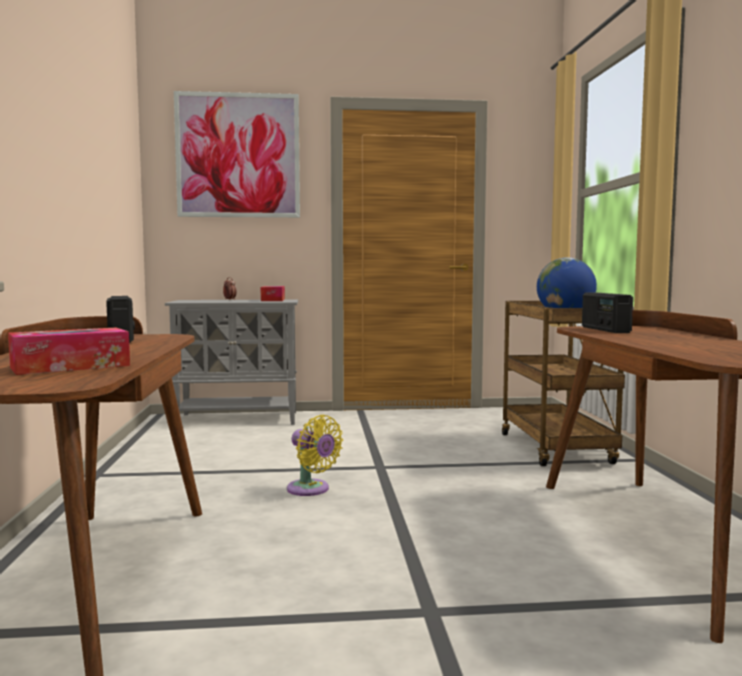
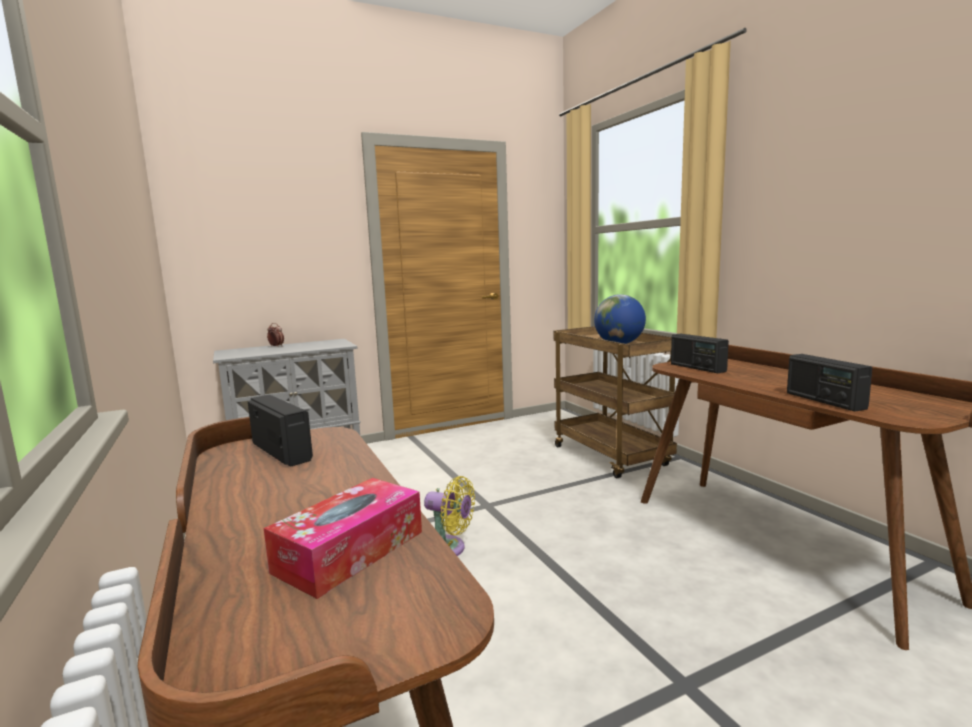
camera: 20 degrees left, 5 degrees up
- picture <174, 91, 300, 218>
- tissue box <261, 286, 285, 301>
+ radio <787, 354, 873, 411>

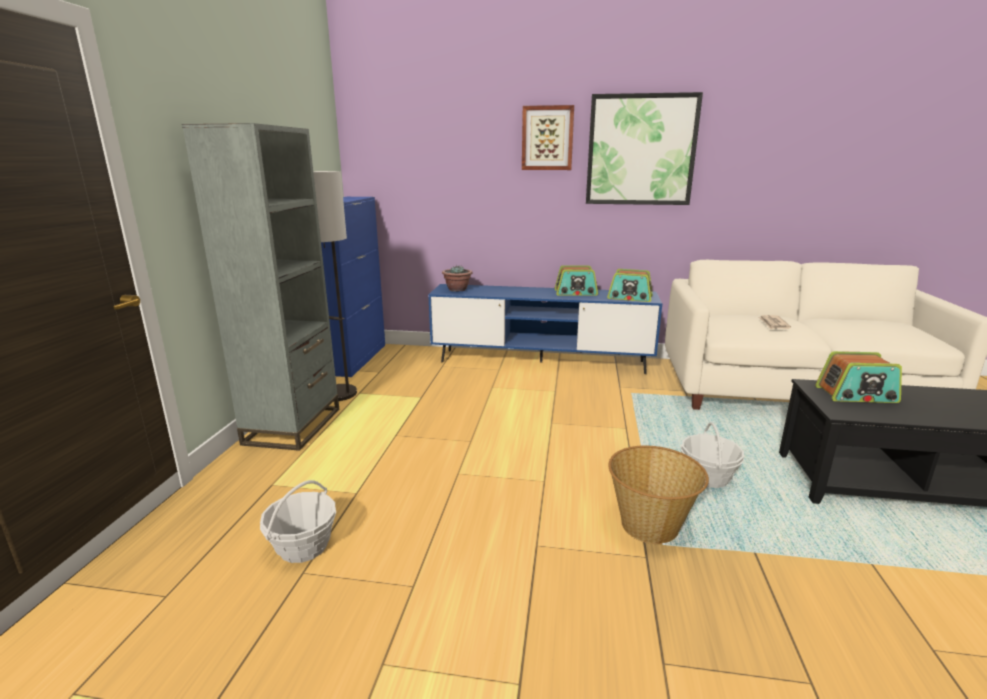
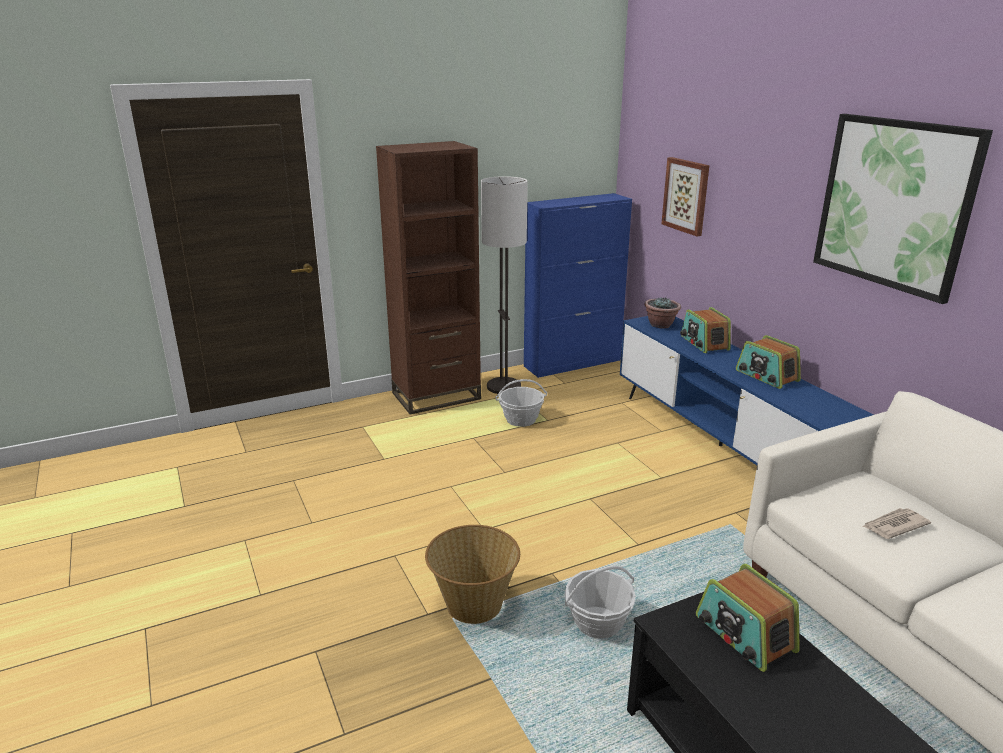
camera: 55 degrees right, 5 degrees up
~ basket <260, 480, 336, 563> to <495, 379, 547, 427>
~ picture <522, 105, 574, 170> to <661, 157, 709, 236>
~ radio <607, 269, 653, 302> to <680, 307, 731, 353>
~ grey bookcase <182, 123, 339, 451> to brown bookcase <376, 141, 481, 414>

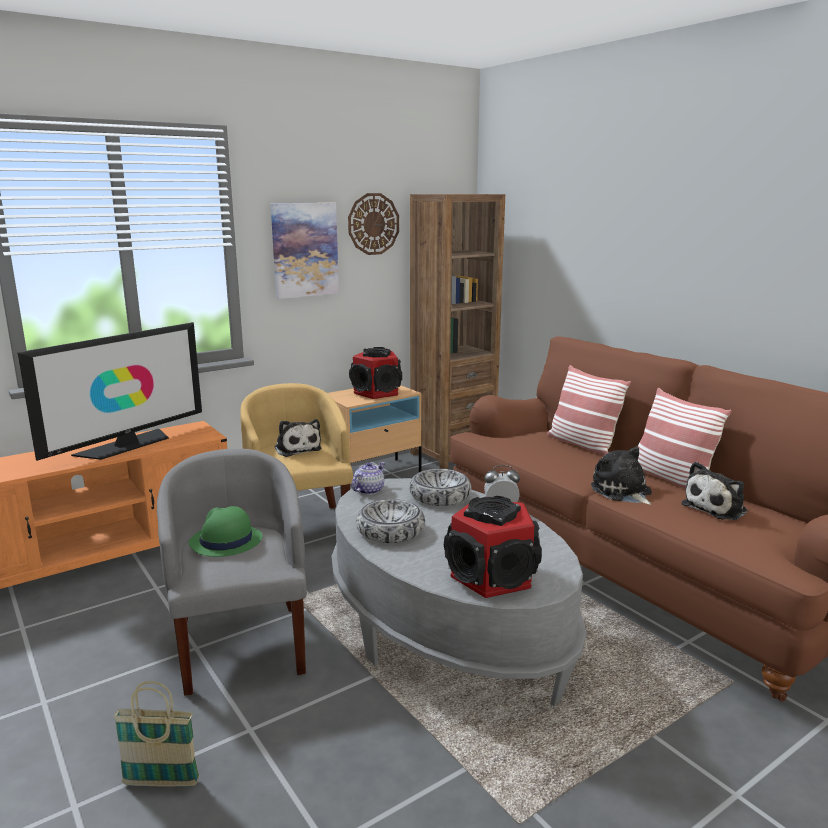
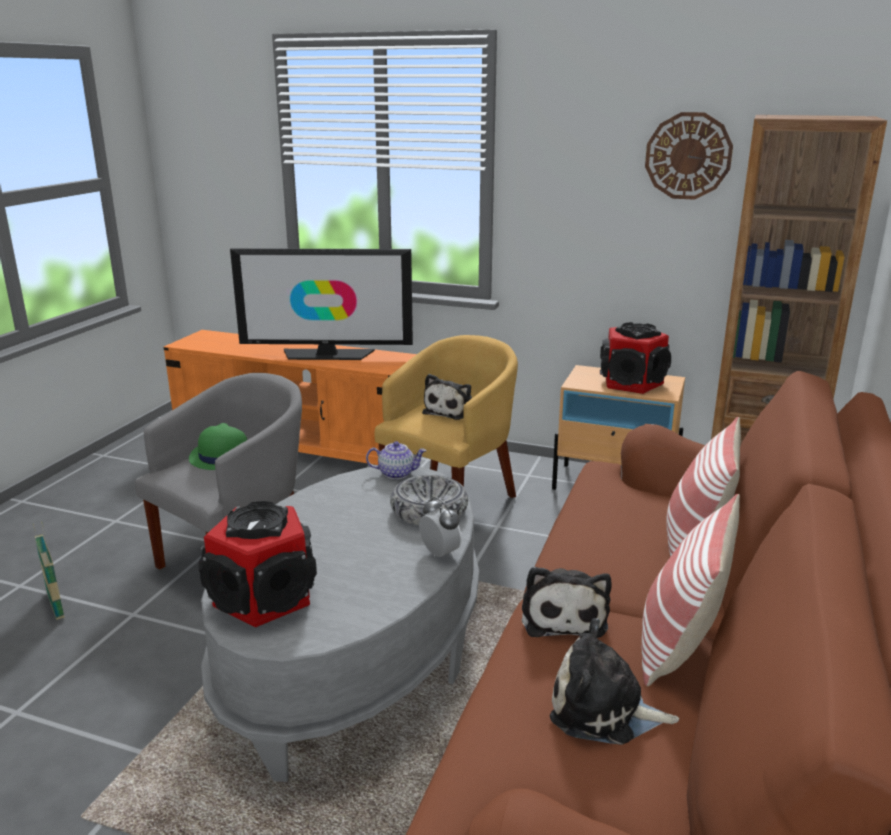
camera: 55 degrees right, 5 degrees up
- picture <271, 203, 339, 299>
- bowl <356, 499, 425, 543>
~ plush toy <591, 447, 652, 505> = <522, 566, 612, 638> 150 degrees clockwise

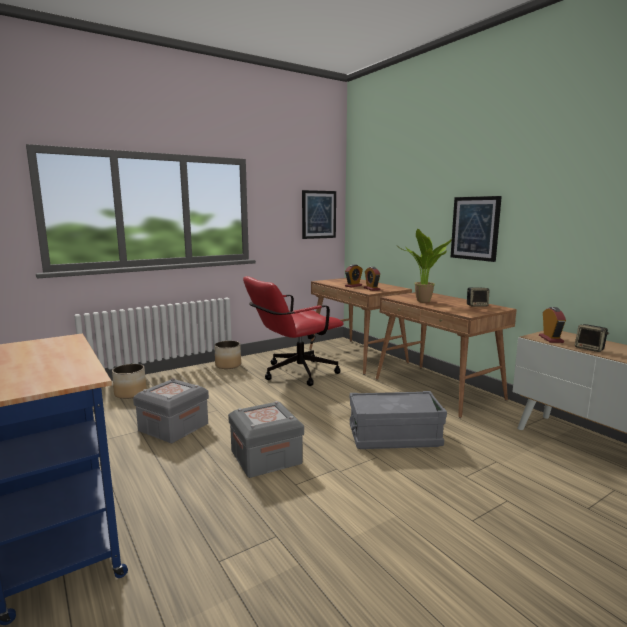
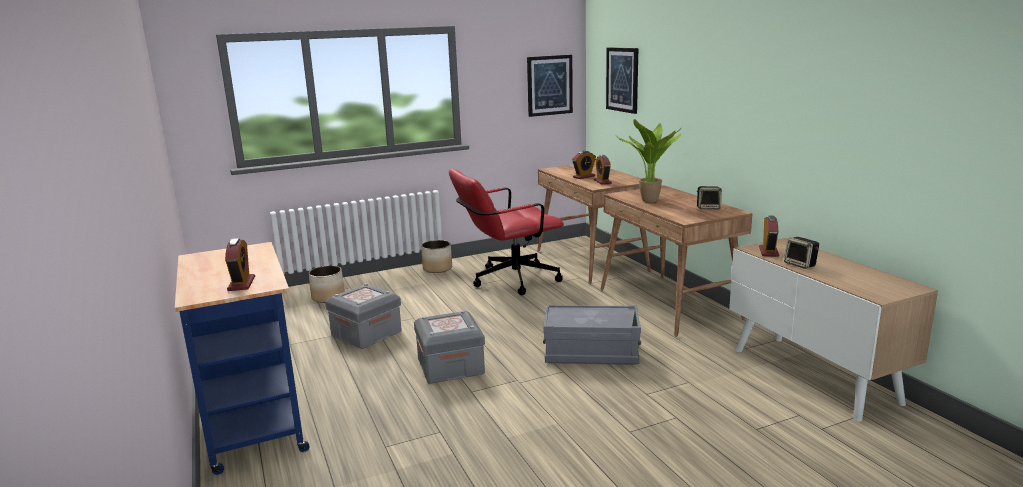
camera: 10 degrees right, 5 degrees up
+ alarm clock <225, 238, 255, 291>
~ picture <451, 196, 502, 262> to <606, 47, 638, 114>

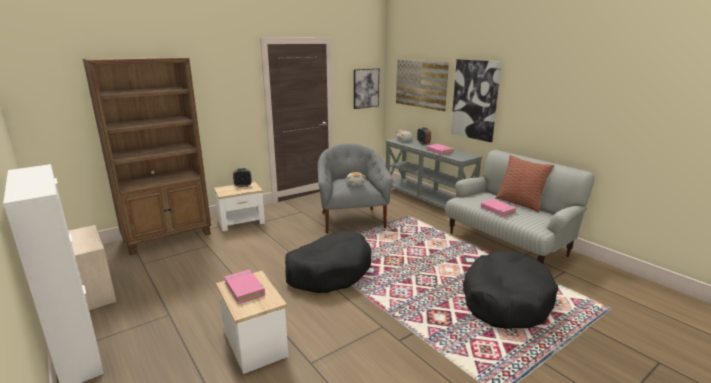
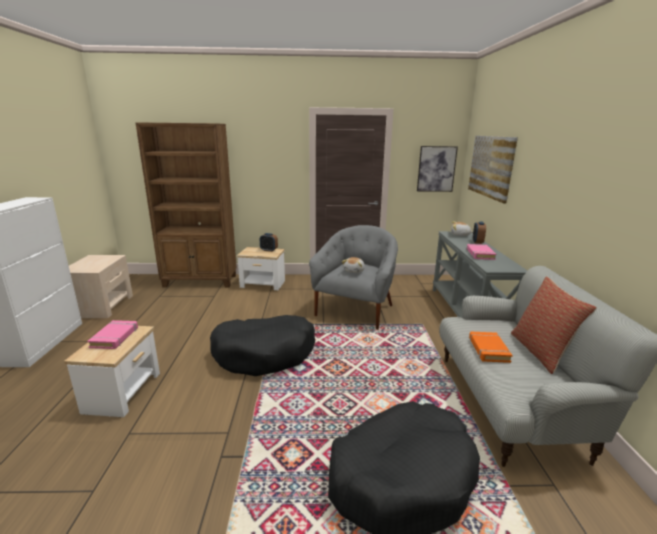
camera: 35 degrees right, 0 degrees up
- picture <451, 59, 502, 142>
~ pink book <481, 199, 517, 217> to orange book <469, 332, 513, 363>

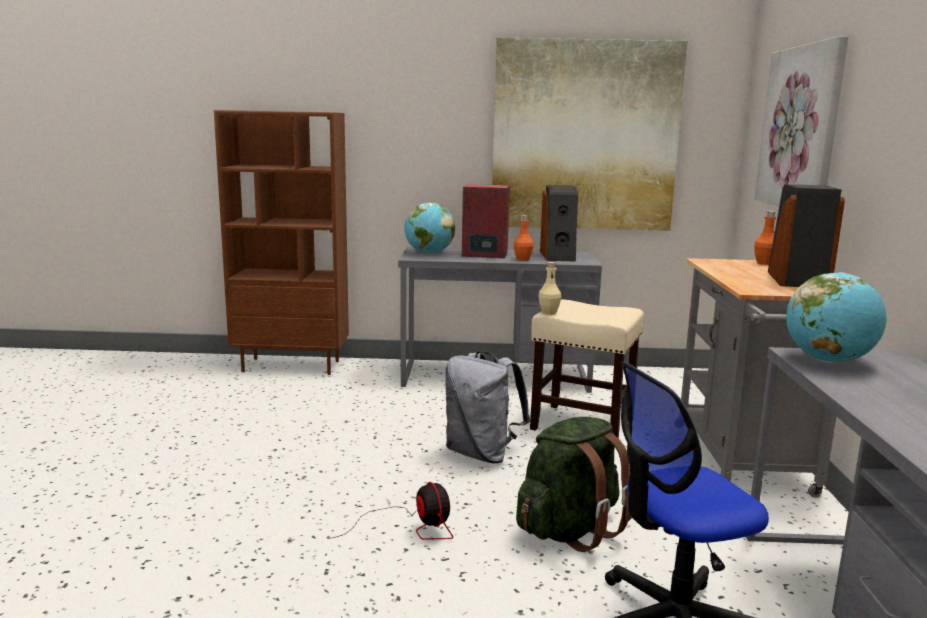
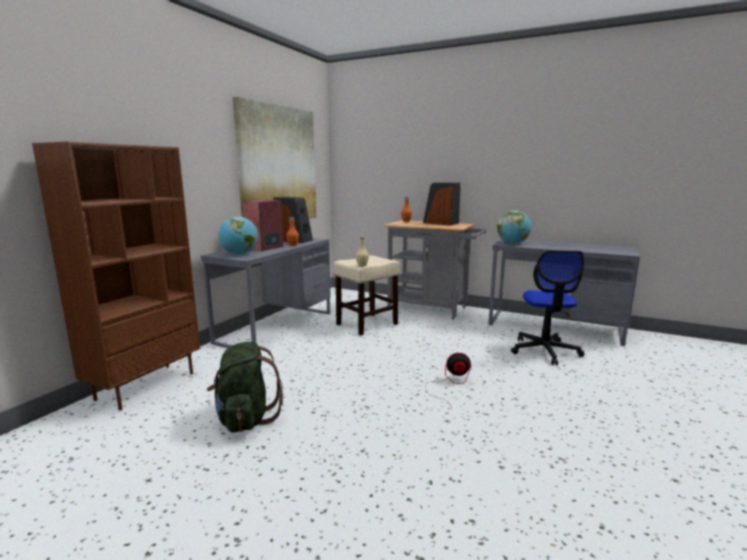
camera: 65 degrees left, 0 degrees up
- grey backpack <445, 351, 530, 464>
- picture <754, 36, 848, 206>
~ green backpack <516, 417, 632, 552> to <207, 342, 283, 433>

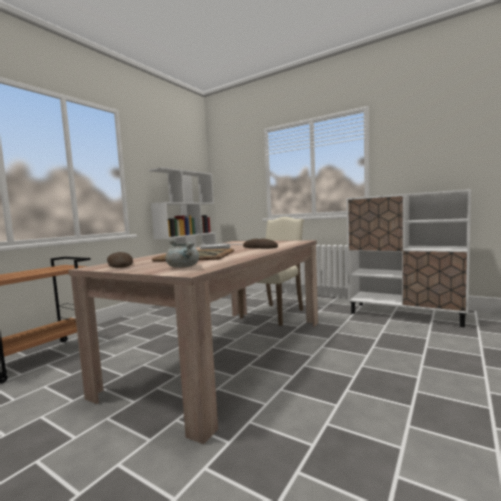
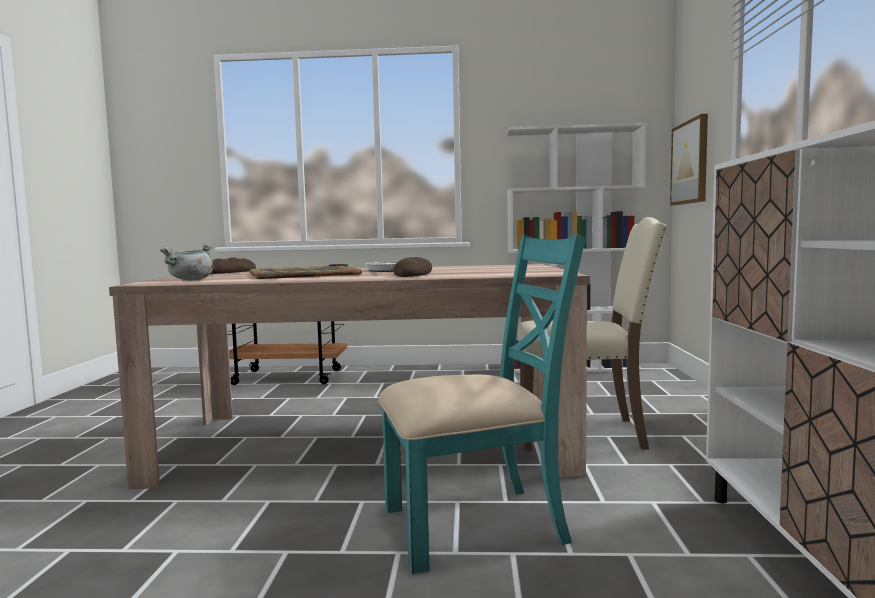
camera: 60 degrees right, 0 degrees up
+ turquoise chair <378, 235, 586, 574>
+ picture <670, 114, 708, 205>

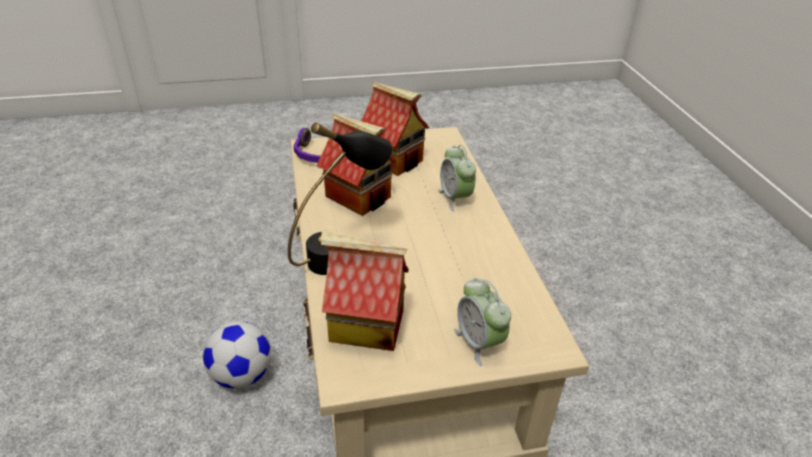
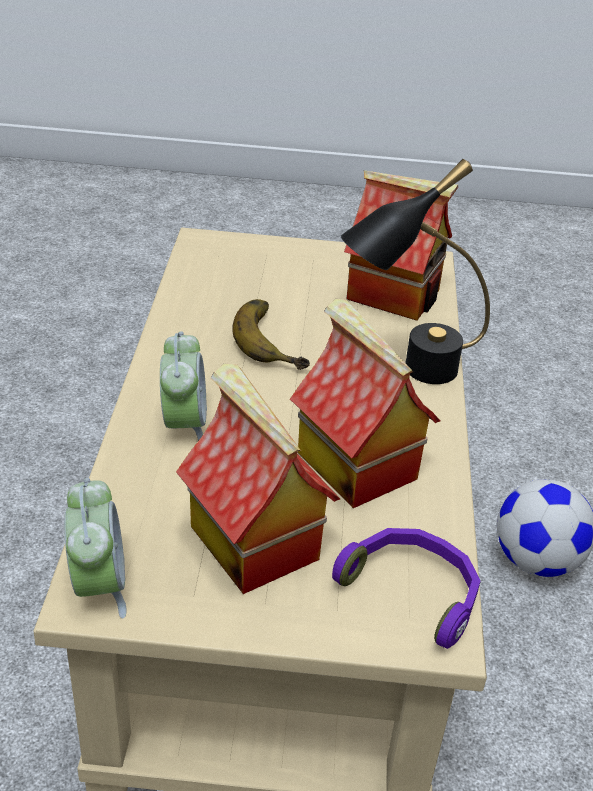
camera: 165 degrees left, 0 degrees up
+ banana <232, 299, 310, 370>
~ alarm clock <454, 278, 511, 366> to <64, 478, 126, 618>

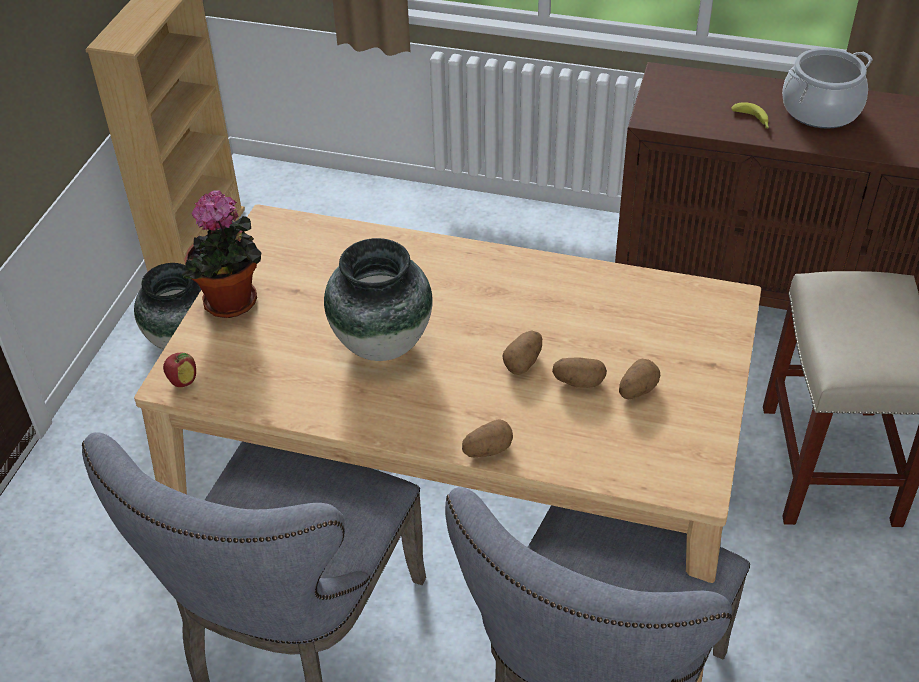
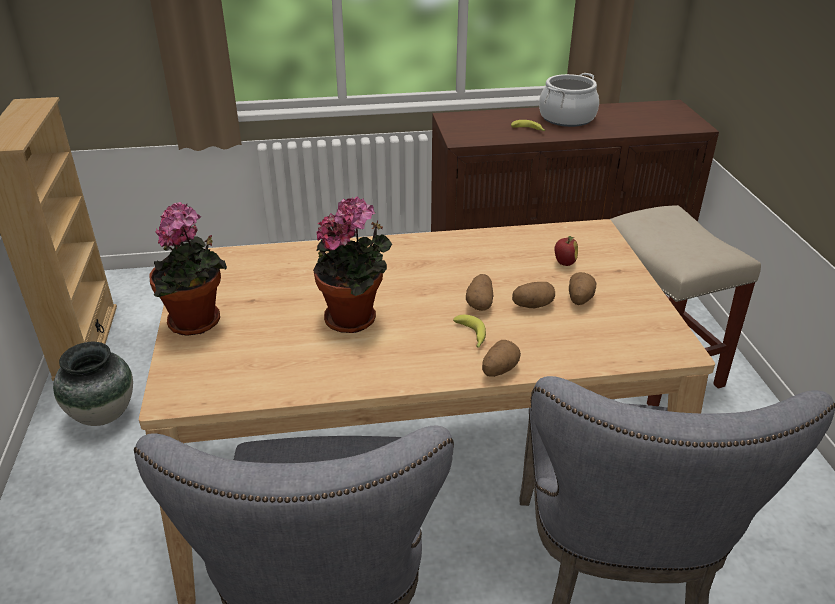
camera: 25 degrees left, 10 degrees down
+ banana <453, 315, 486, 348>
~ apple <163, 353, 196, 387> to <554, 236, 578, 266>
~ vase <324, 238, 433, 361> to potted plant <313, 196, 392, 333>

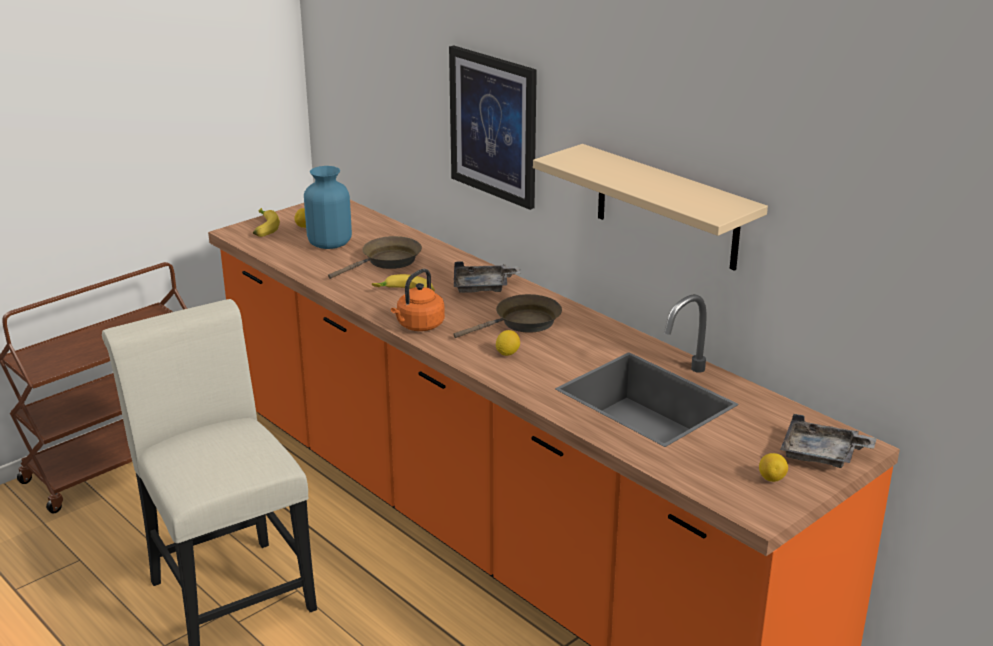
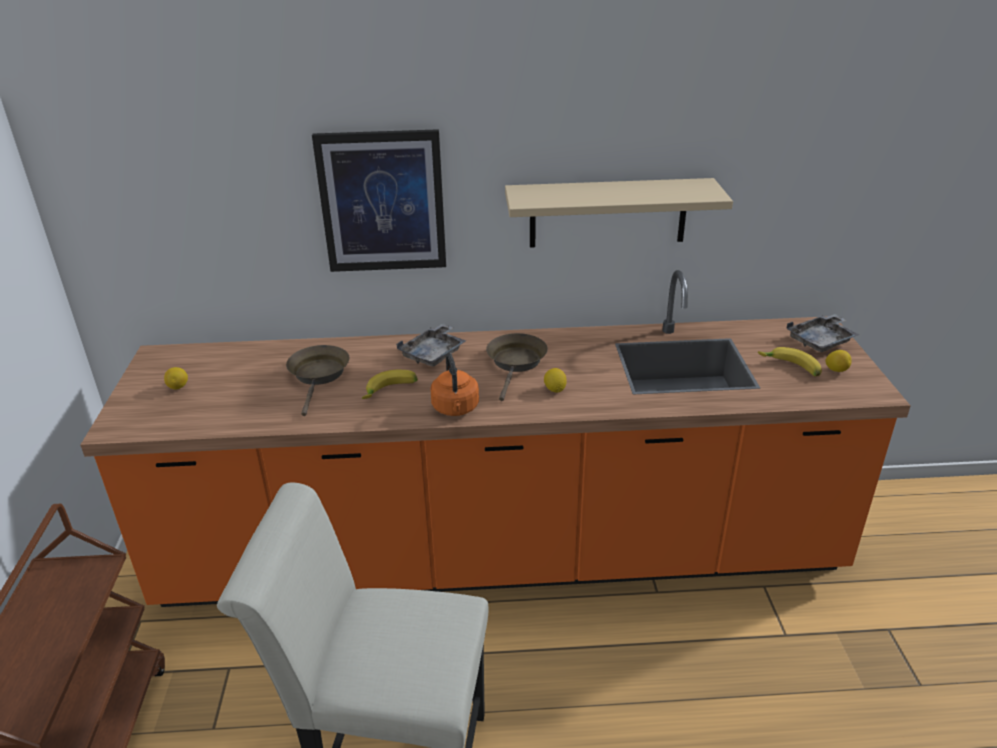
camera: 50 degrees left, 5 degrees up
- blue vase <304, 166, 352, 249>
~ banana <253, 208, 280, 237> to <758, 347, 822, 376>

